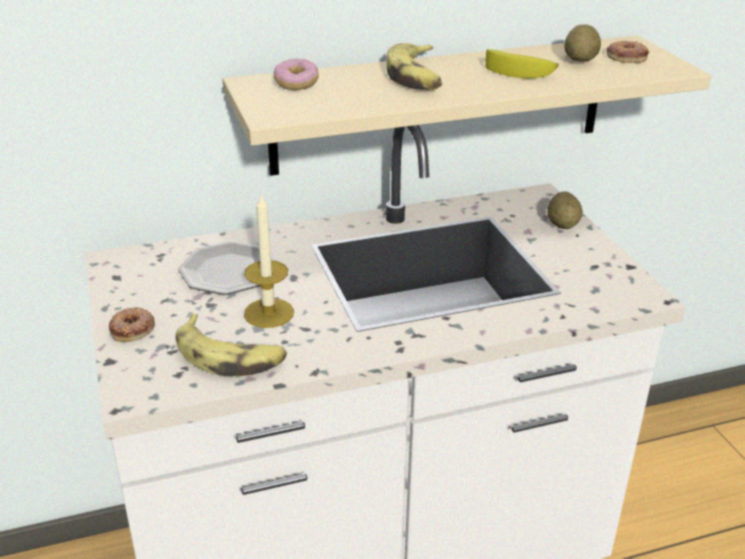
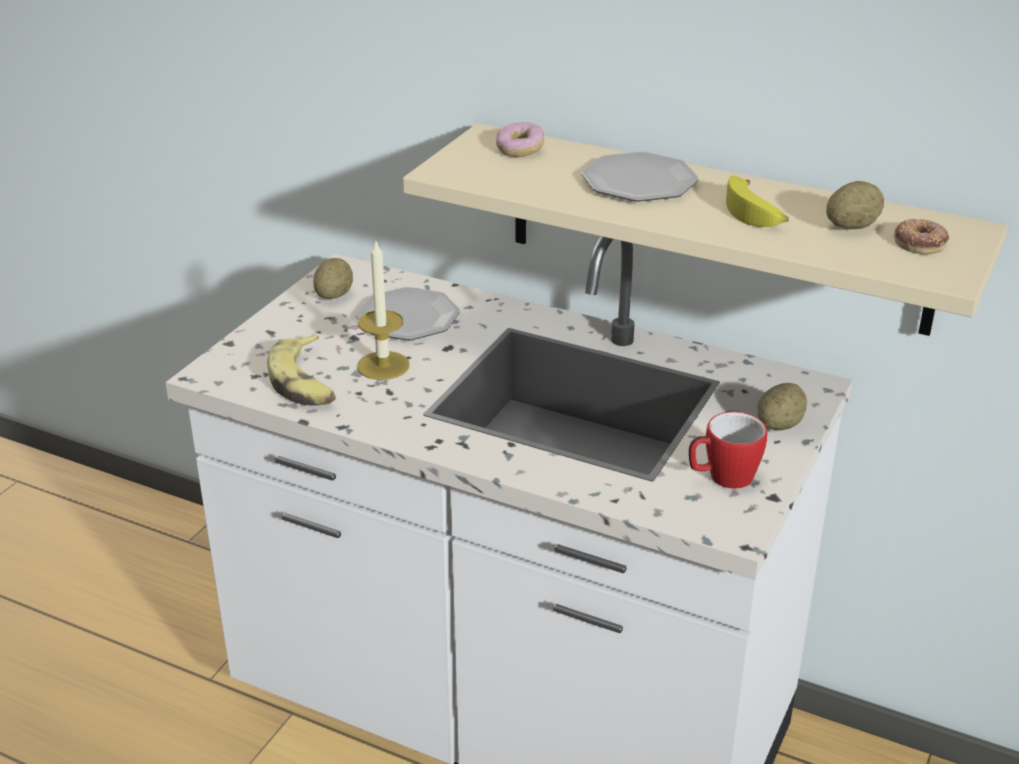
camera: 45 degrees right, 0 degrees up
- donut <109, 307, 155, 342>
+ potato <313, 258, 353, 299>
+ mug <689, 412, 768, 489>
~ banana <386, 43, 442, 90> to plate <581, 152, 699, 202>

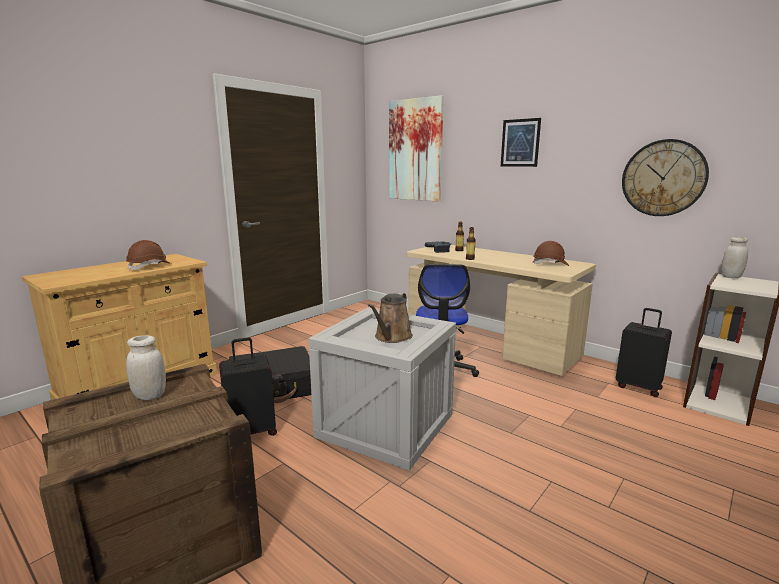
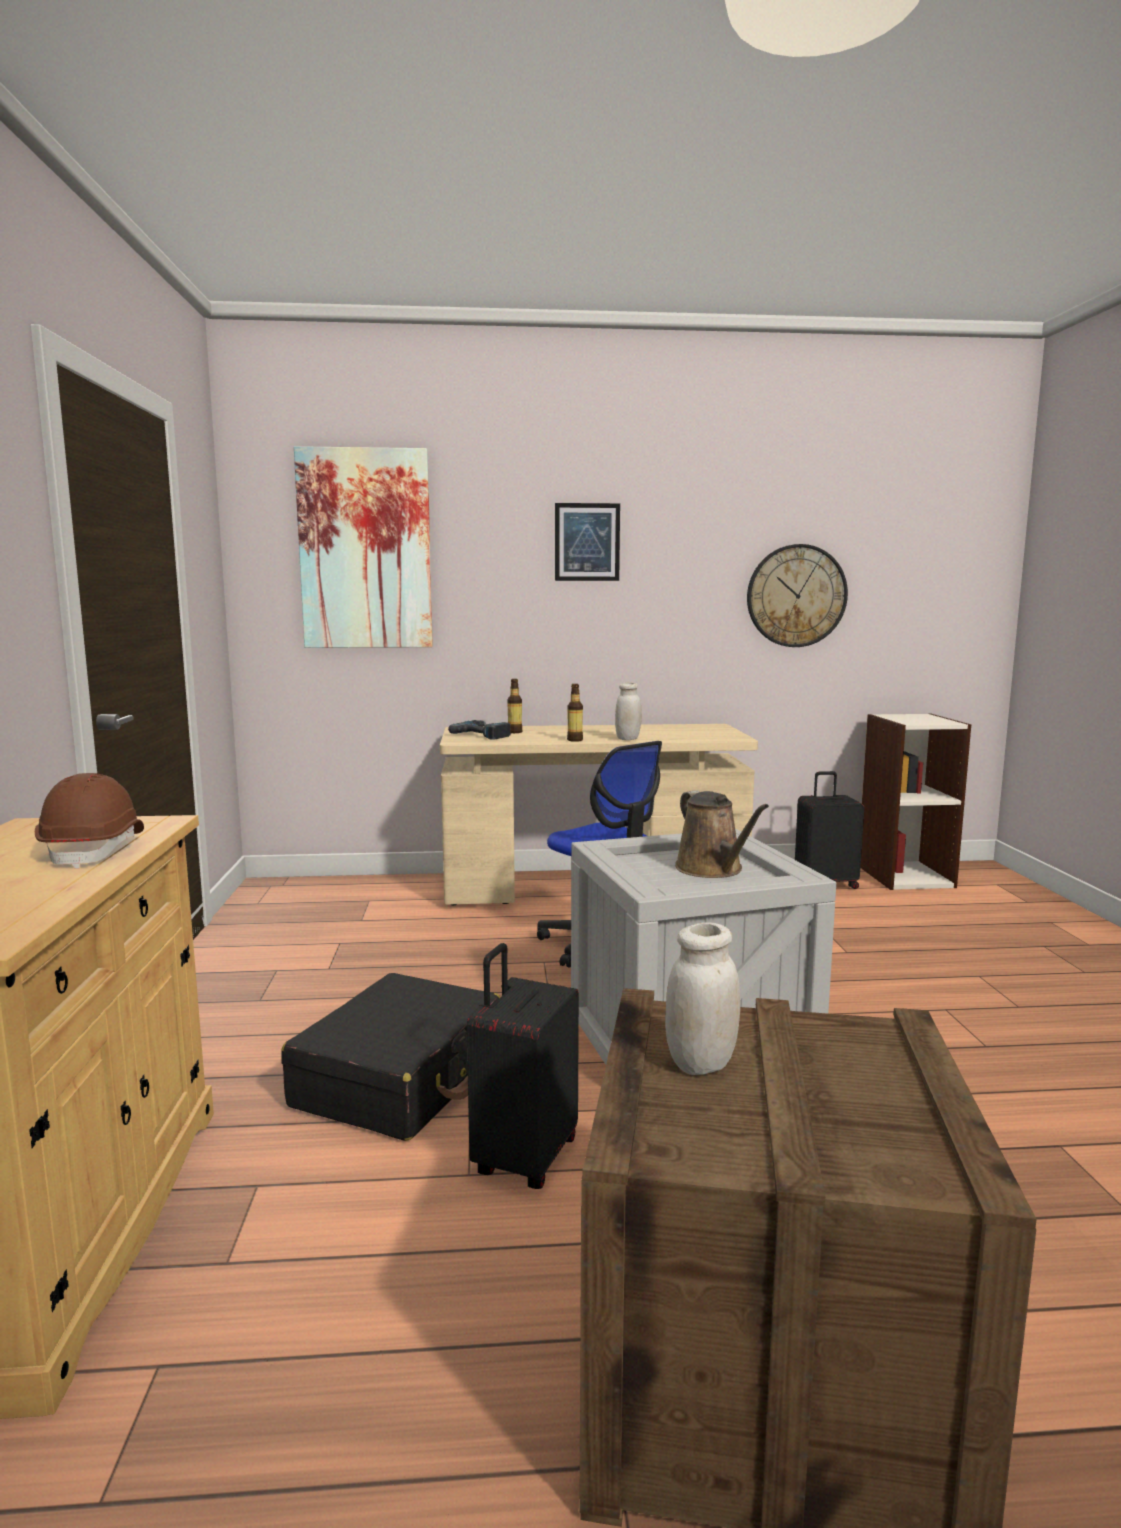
camera: 45 degrees left, 5 degrees down
- brown hard hat <532, 241, 569, 266>
~ white jar <721, 237, 748, 278> to <615, 683, 642, 740>

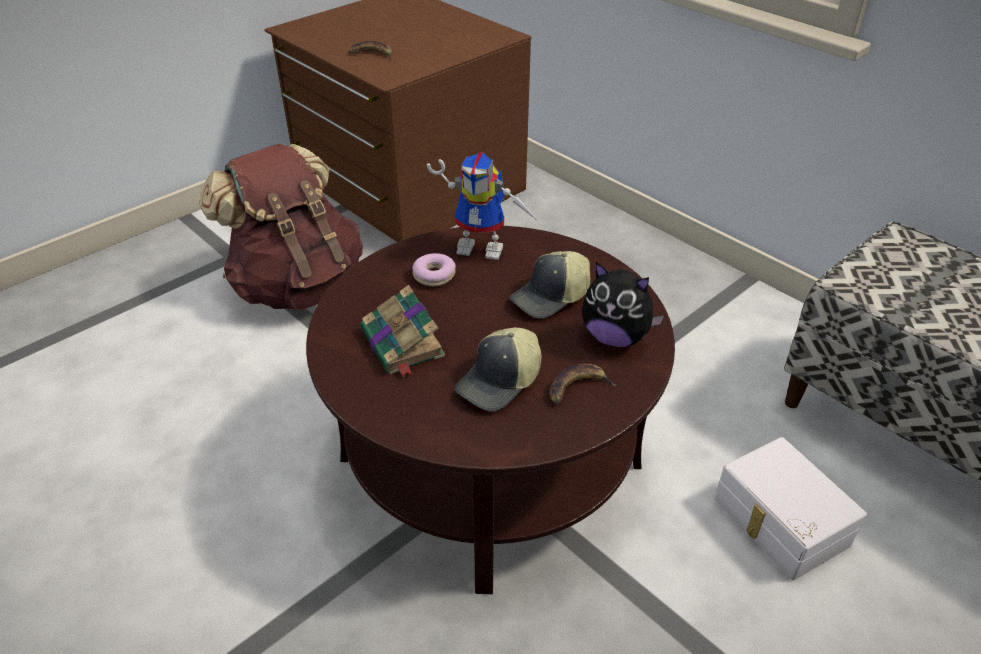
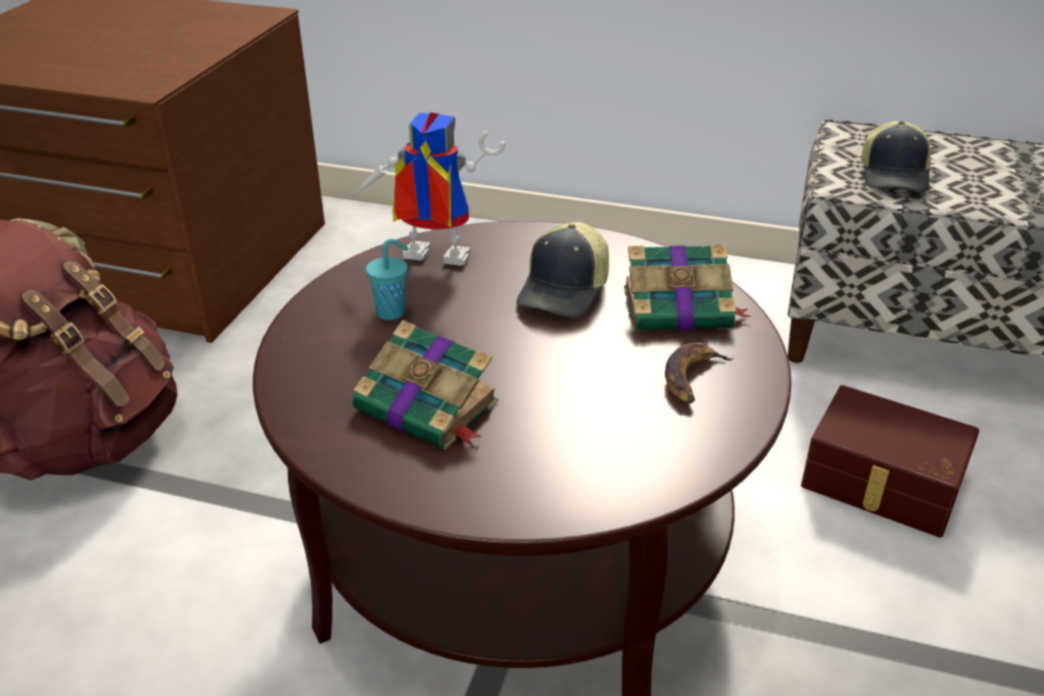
camera: 30 degrees left, 5 degrees down
- banana <348, 41, 392, 60>
~ cap <454, 327, 541, 412> to <861, 121, 931, 192>
~ donut <412, 253, 456, 286> to turquoise cup <366, 239, 409, 320>
~ plush toy <582, 262, 664, 347> to book <624, 244, 751, 331>
~ white storage box <715, 437, 867, 580> to brown storage box <801, 385, 979, 537>
~ toy robot <427, 152, 539, 260> = <353, 113, 505, 266> 150 degrees counterclockwise

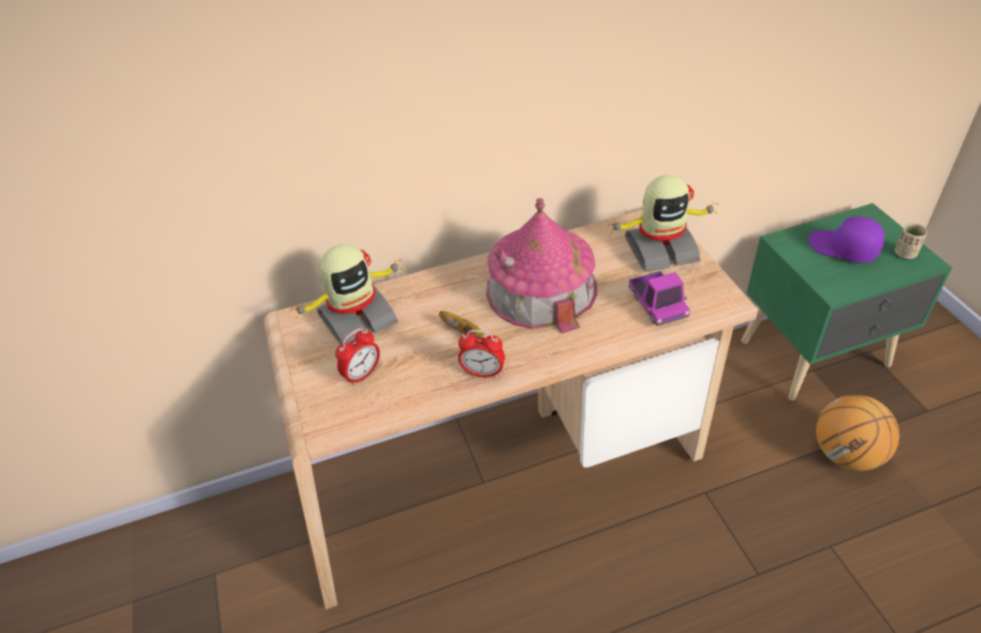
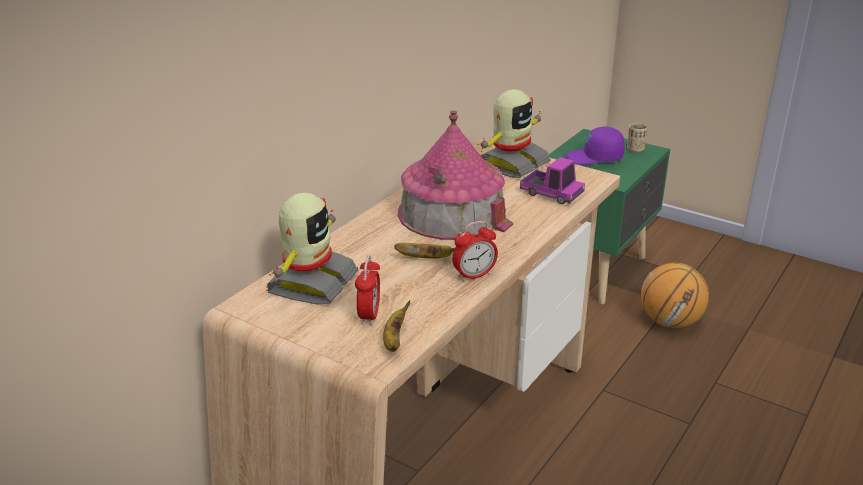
camera: 40 degrees left, 15 degrees down
+ banana <383, 300, 411, 352>

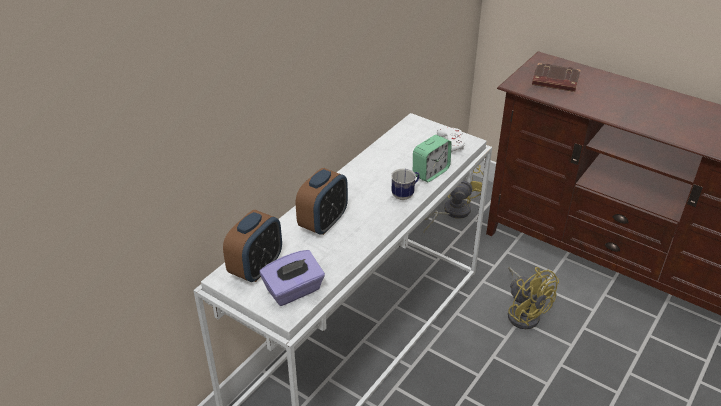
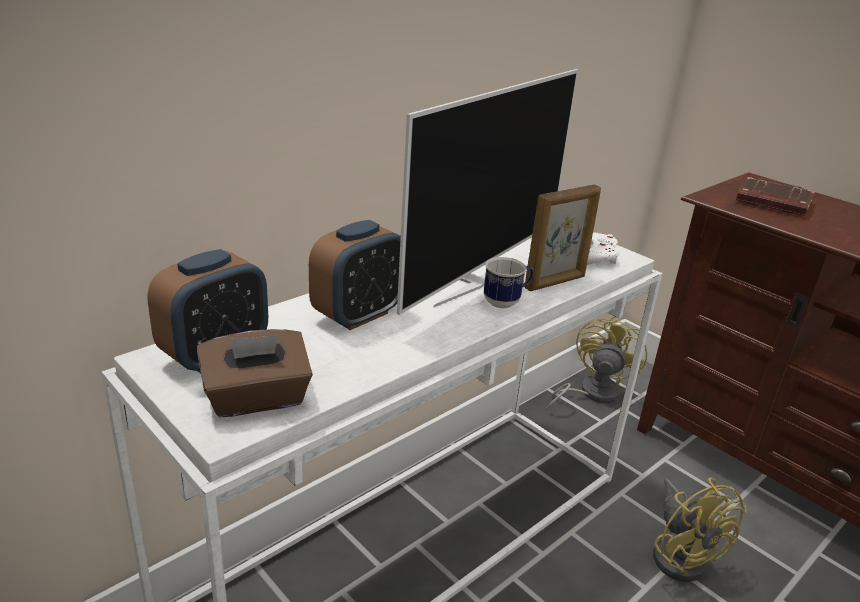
camera: 10 degrees right, 10 degrees down
+ television <397, 69, 579, 315>
~ alarm clock <413, 135, 452, 182> to picture frame <524, 184, 601, 291>
~ purple tissue box <260, 250, 325, 306> to brown tissue box <197, 329, 313, 417>

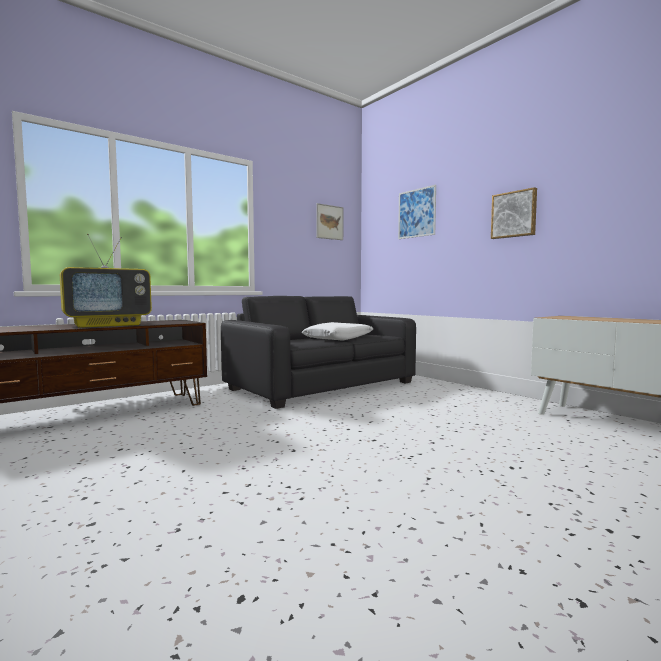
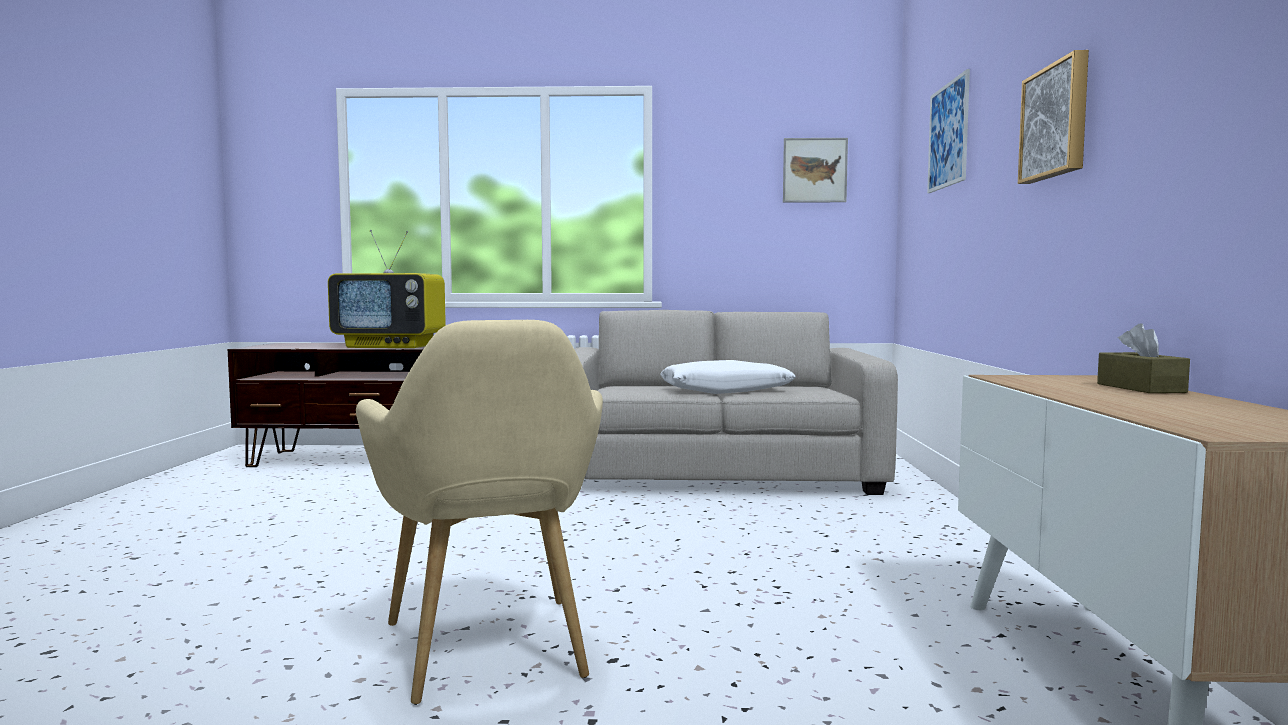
camera: 40 degrees right, 0 degrees up
+ beige armchair <356, 320, 603, 705>
+ brown tissue box <1097, 323, 1190, 393>
~ black sofa <221, 296, 416, 409> to beige sofa <575, 310, 898, 495>

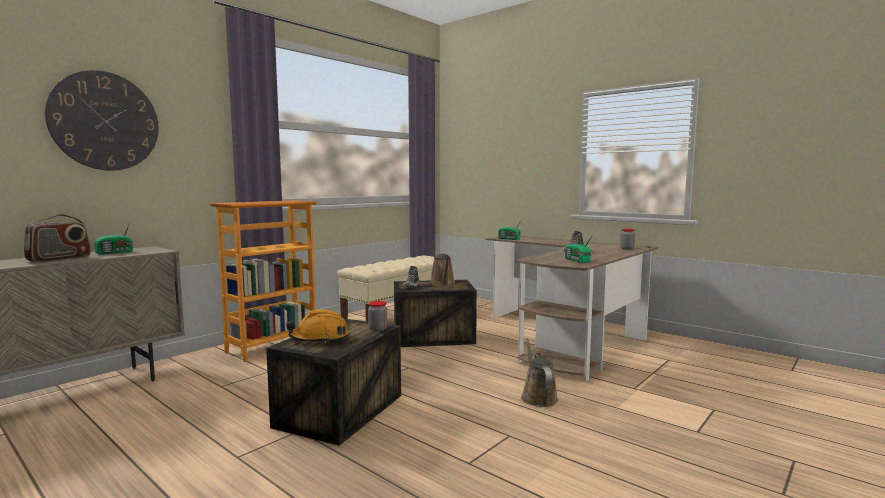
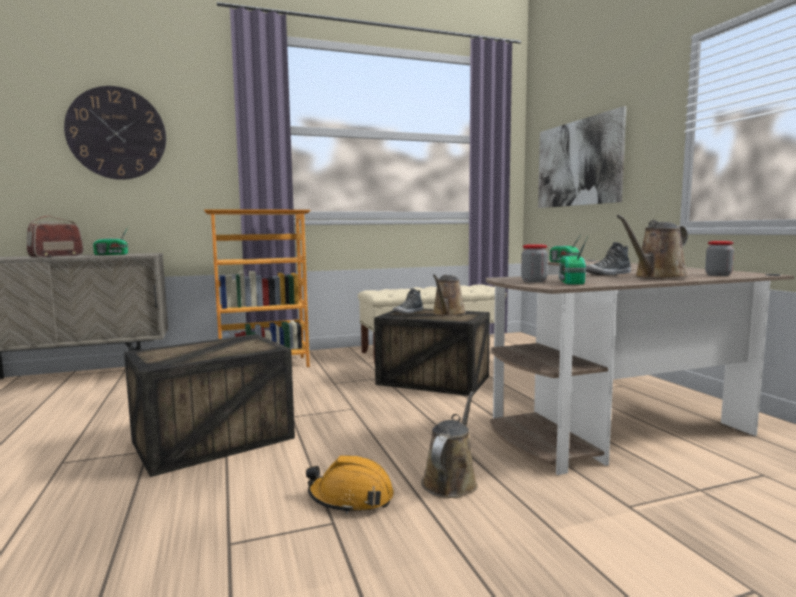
camera: 30 degrees right, 0 degrees up
+ picture <538, 106, 627, 208>
+ brown watering can <616, 215, 689, 279>
~ orange hard hat <286, 310, 349, 343> to <306, 455, 394, 514>
~ jar <368, 301, 387, 331> to <521, 244, 548, 283>
~ radio <24, 214, 91, 263> = <27, 215, 84, 257> 150 degrees clockwise

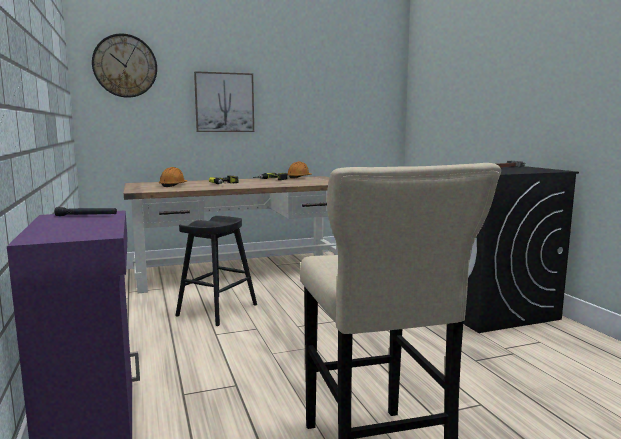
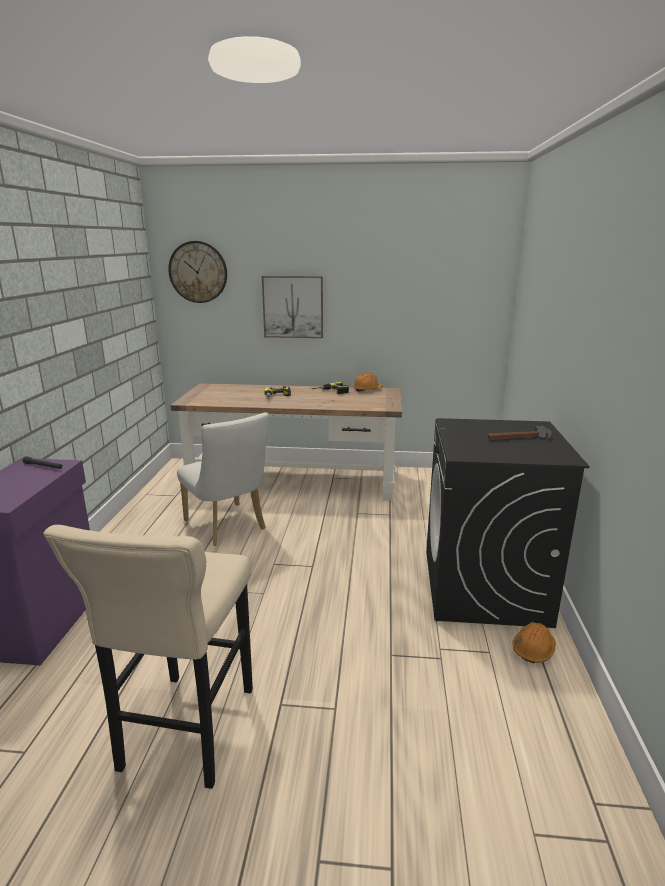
camera: 25 degrees right, 10 degrees up
~ orange hard hat <159, 167, 187, 187> to <512, 622, 556, 663>
~ black stool <175, 216, 257, 326> to white chair <177, 412, 269, 546>

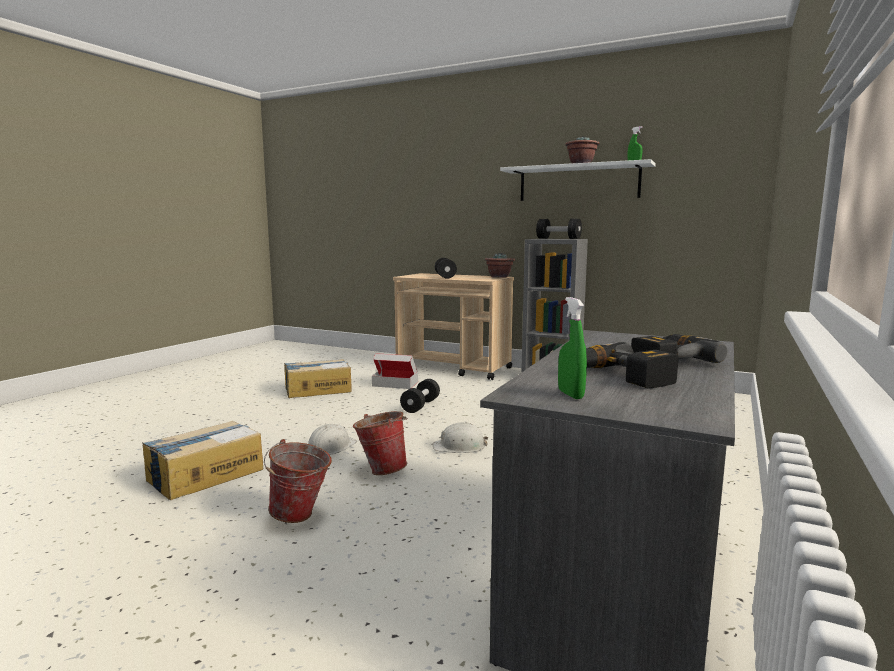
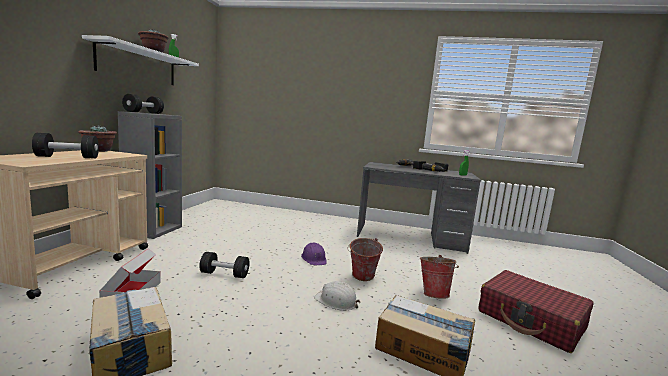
camera: 105 degrees left, 0 degrees up
+ red suitcase <478, 270, 594, 353>
~ white hard hat <433, 422, 488, 453> to purple hard hat <301, 242, 327, 265>

